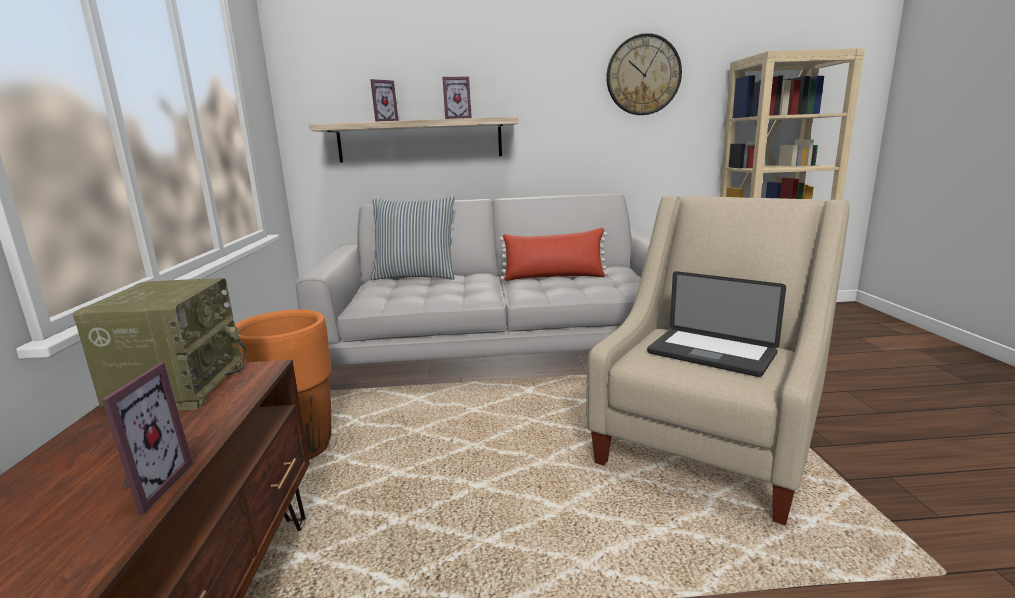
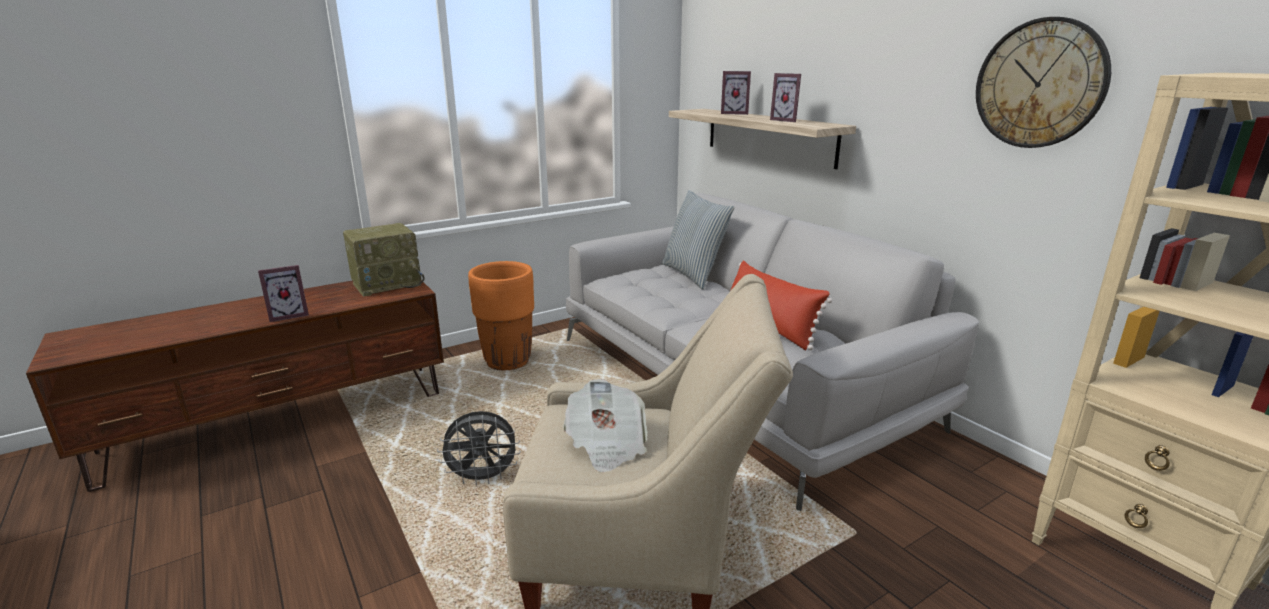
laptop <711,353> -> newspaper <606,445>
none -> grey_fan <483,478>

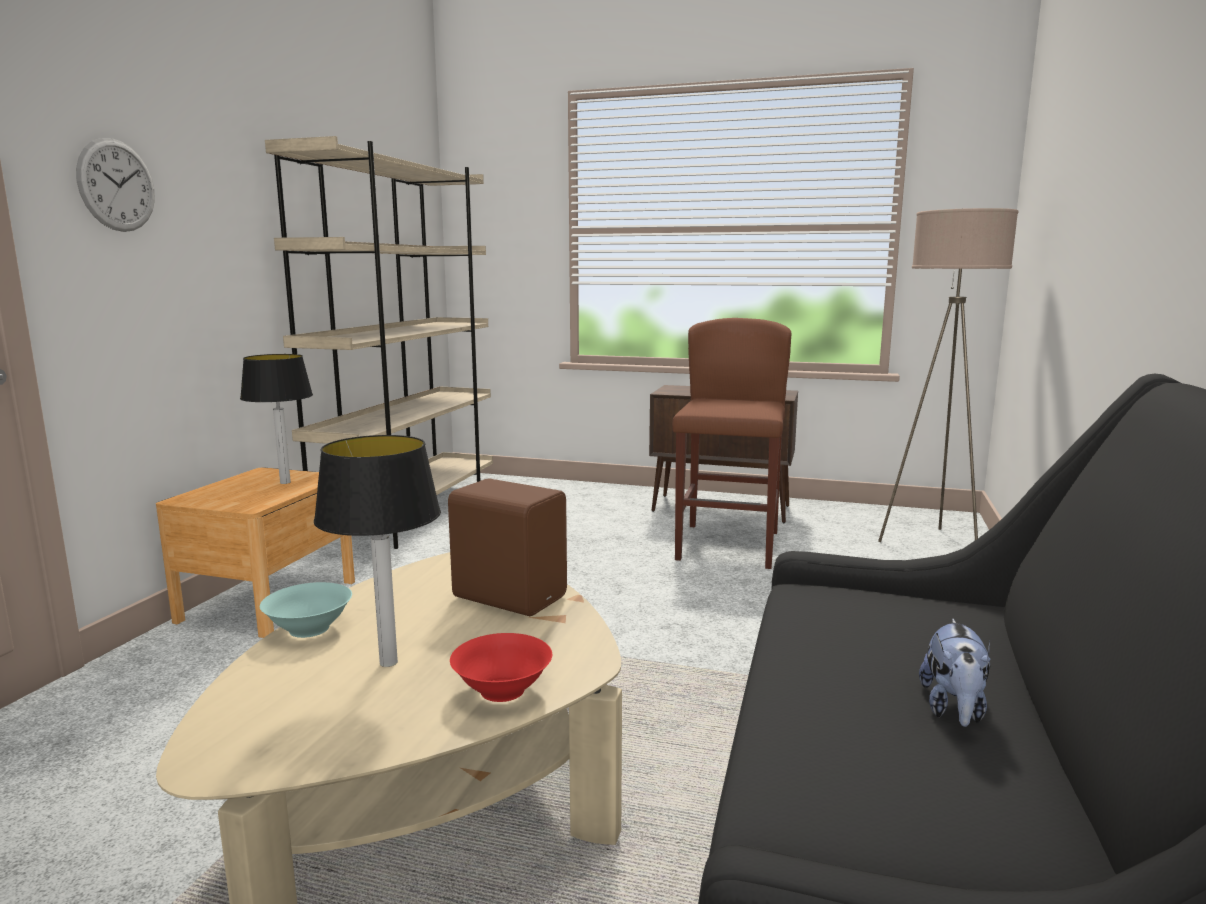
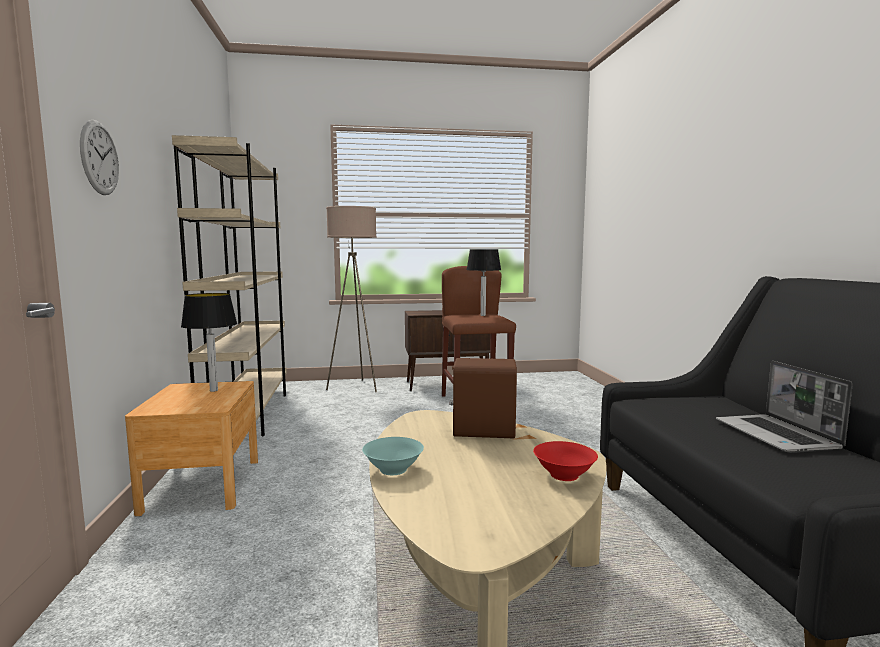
beige_floor_lamp <931,543> -> beige_floor_lamp <355,387>, move
table_lamp <389,662> -> table_lamp <483,315>, move
plush_toy <954,709> -> laptop <777,435>

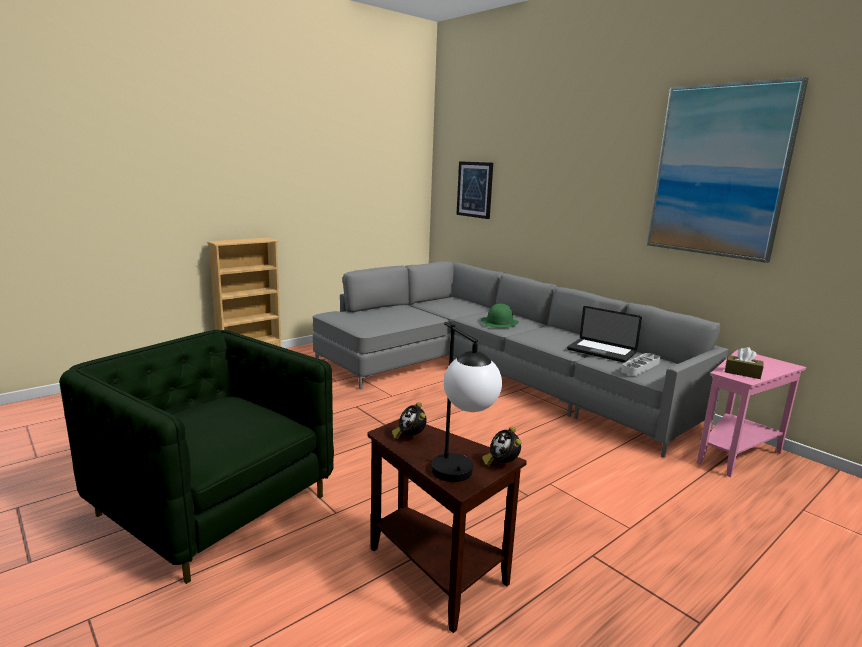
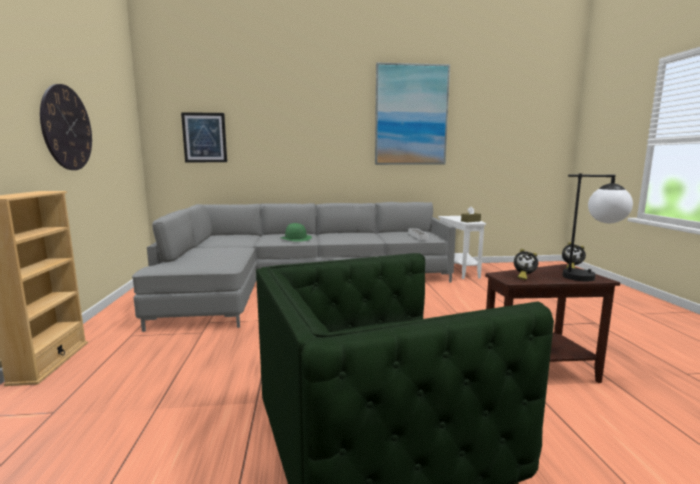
laptop <601,351> -> none
pink_side_table <735,453> -> white_side_table <460,270>
none -> wall_clock <67,128>

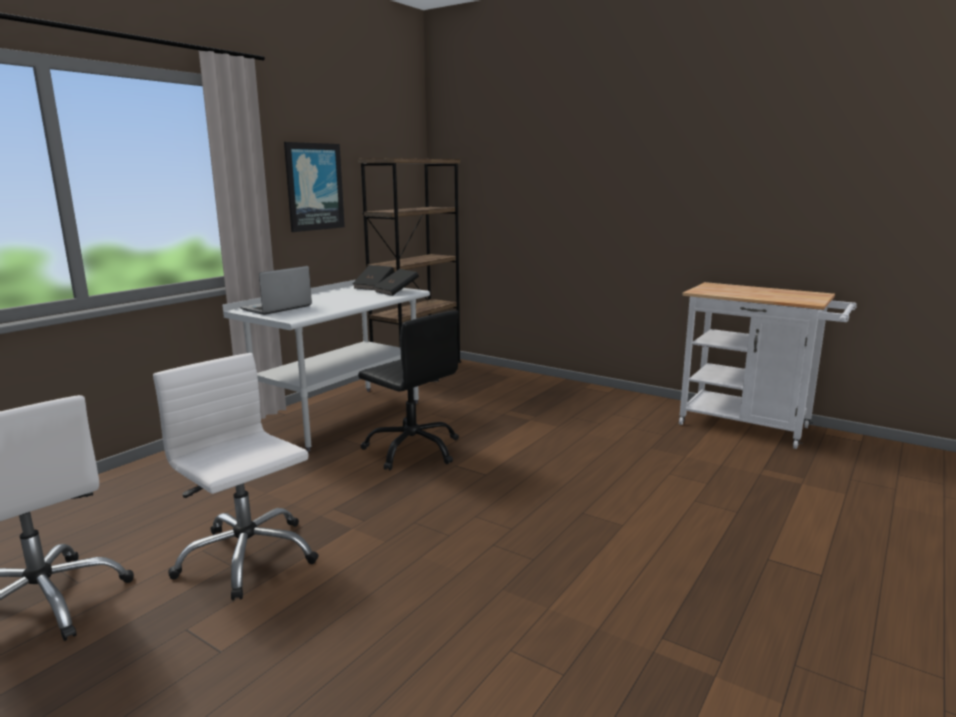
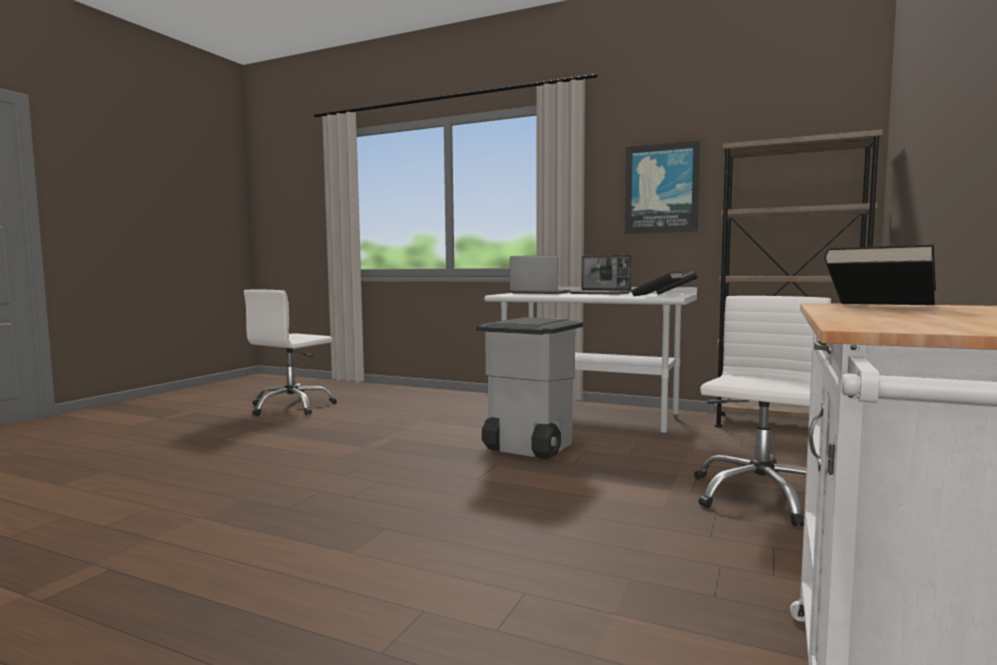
black_office_chair <413,449> -> grey_trash_can <527,447>
white_office_chair <247,557> -> white_office_chair <759,496>, move
none -> black_book <879,307>
none -> laptop <600,293>

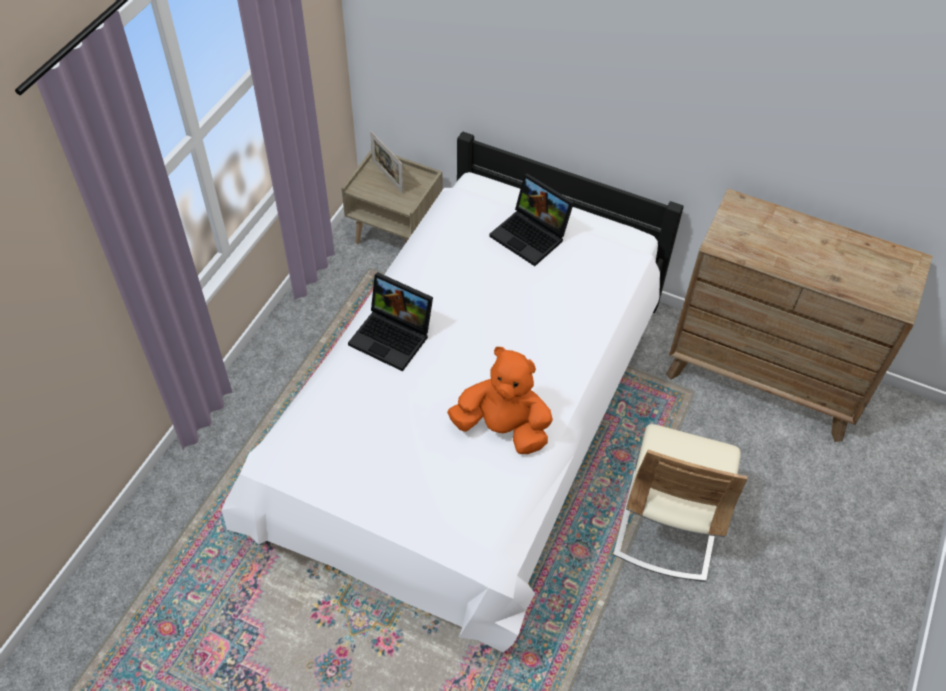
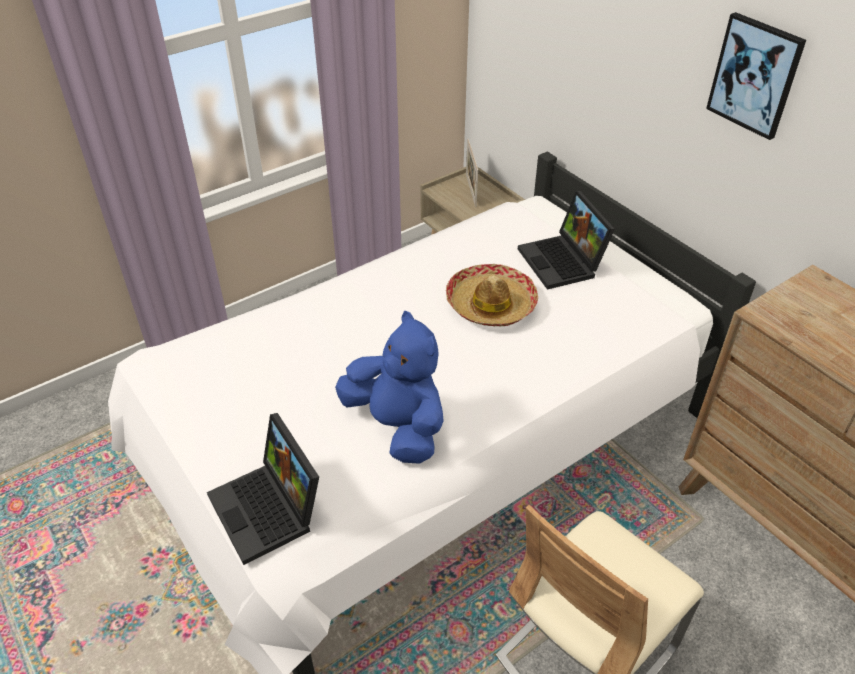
laptop <393,336> -> laptop <270,510>, move
orange_plush_toy <502,428> -> blue_plush_toy <397,426>
none -> picture <755,75>
none -> hat <490,304>

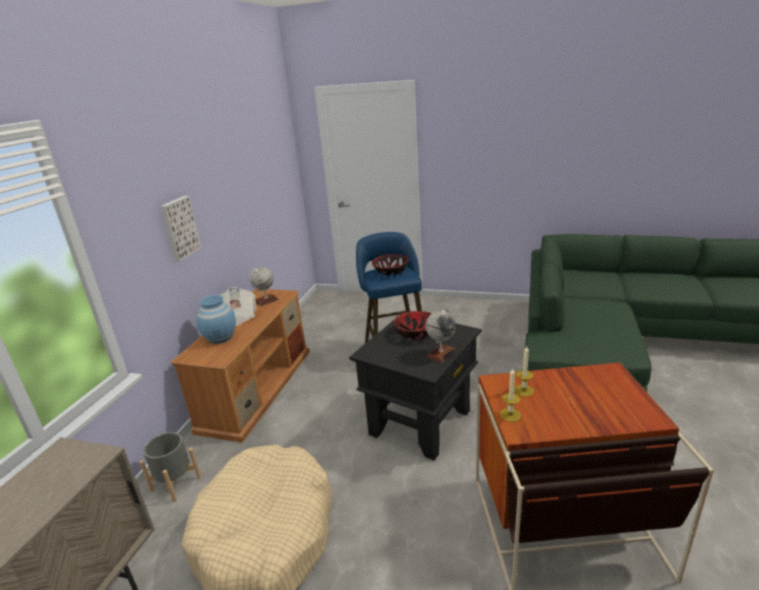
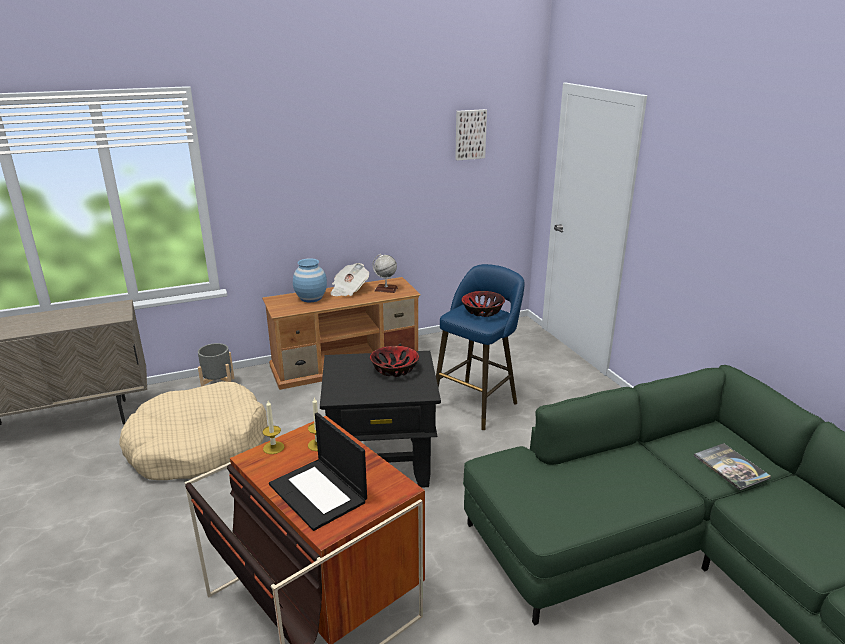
picture <179,228> -> picture <470,134>, move
globe <441,354> -> none
none -> laptop <319,493>
none -> book <731,467>

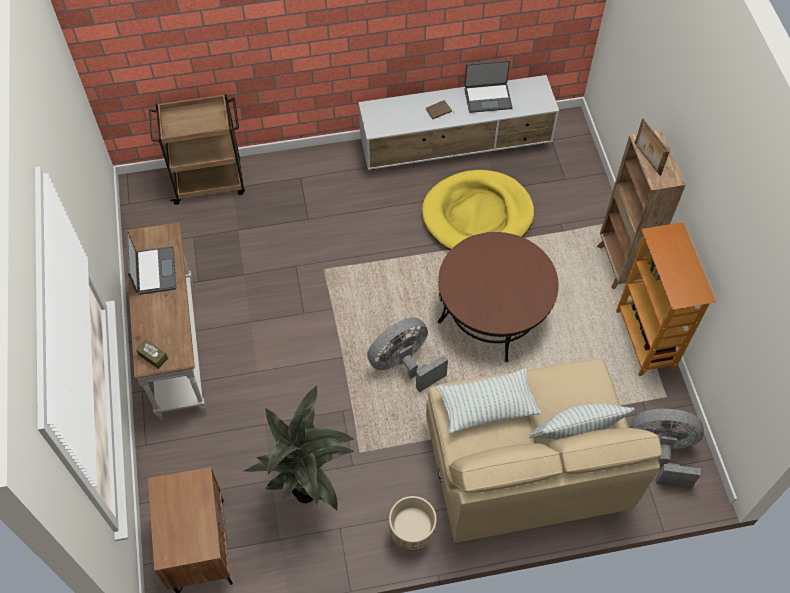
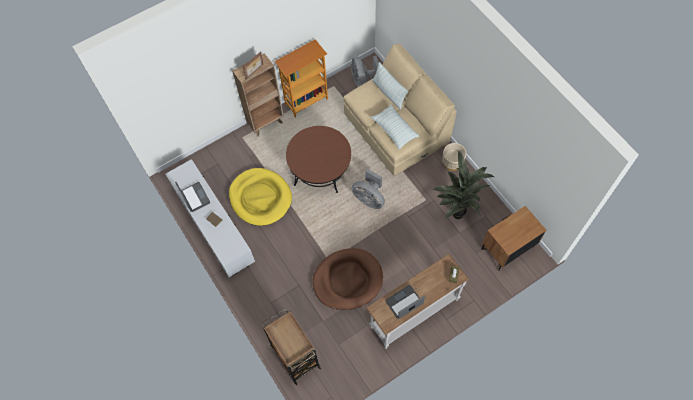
none -> brown_dog_bed <347,280>

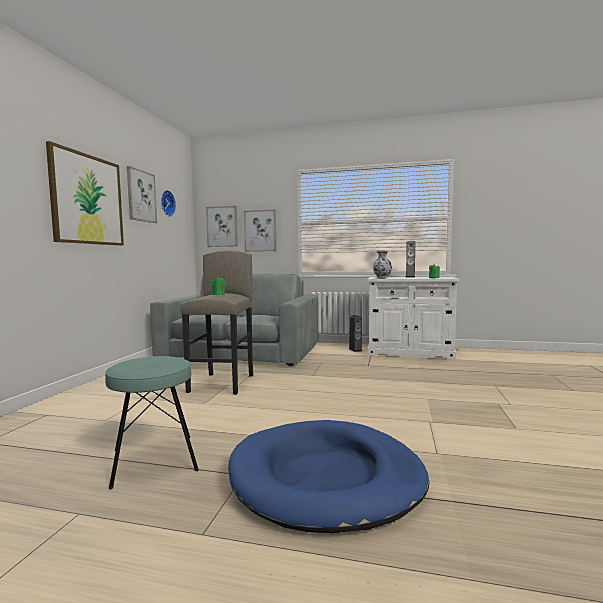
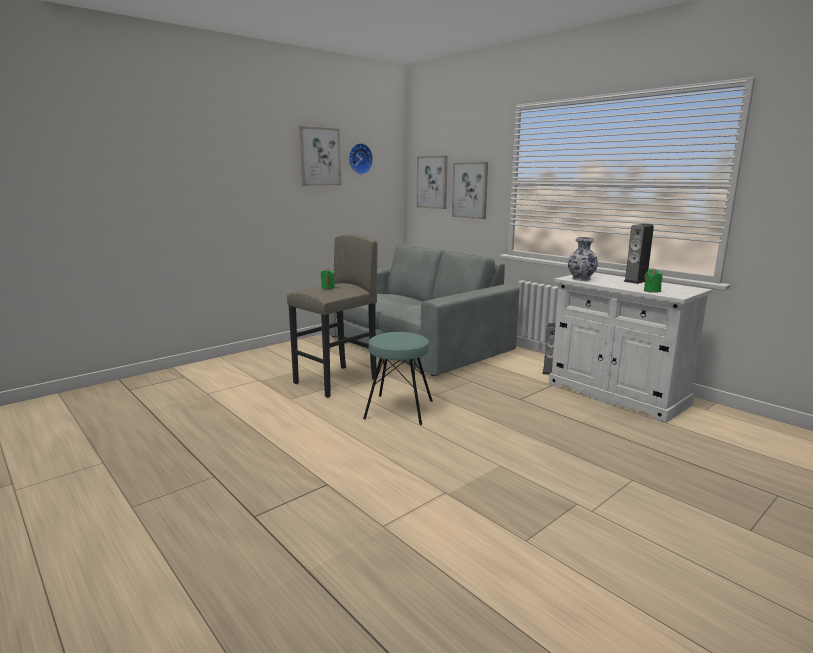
picture <87,199> -> none
turquoise_stool <154,460> -> turquoise_stool <399,409>, move
blue_dog_bed <326,478> -> none

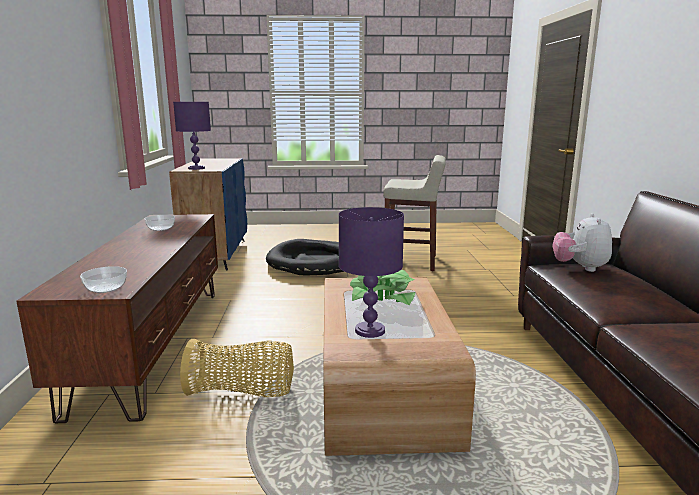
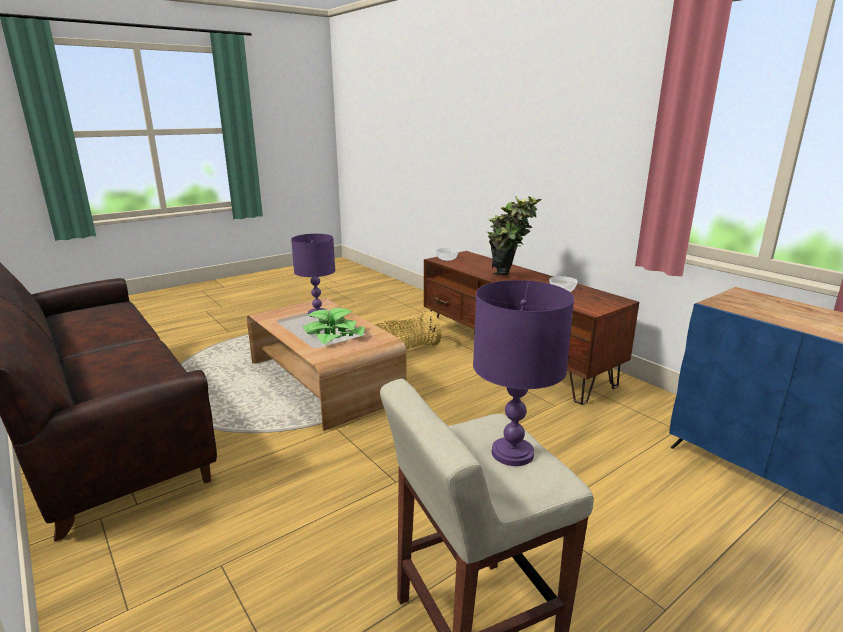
purple_table_lamp <196,168> -> purple_table_lamp <513,453>, move
plush_toy <580,268> -> none
black_dog_bed <315,262> -> none
none -> potted_plant <509,279>

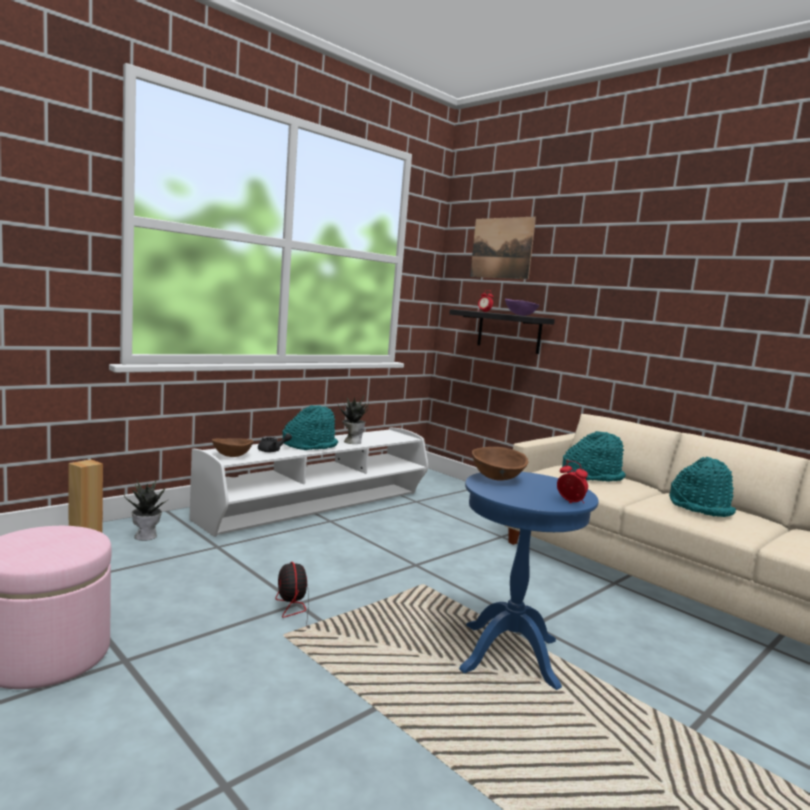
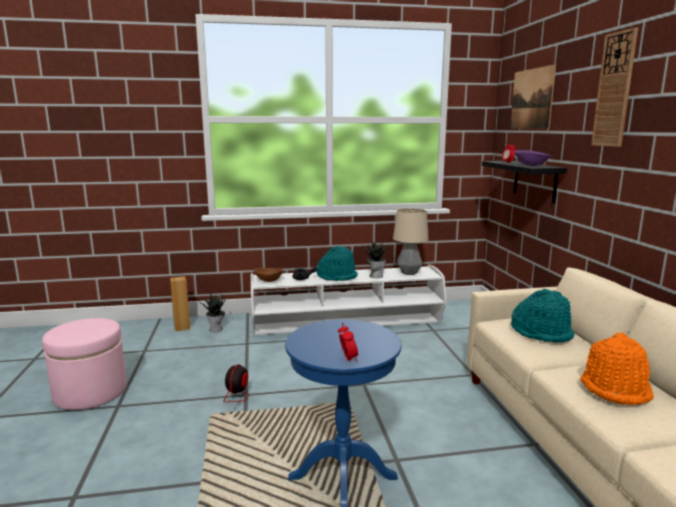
brown_bowl <497,478> -> none
turquoise_hat <701,507> -> orange_hat <615,388>
none -> wall_clock <614,90>
none -> table_lamp <409,273>

